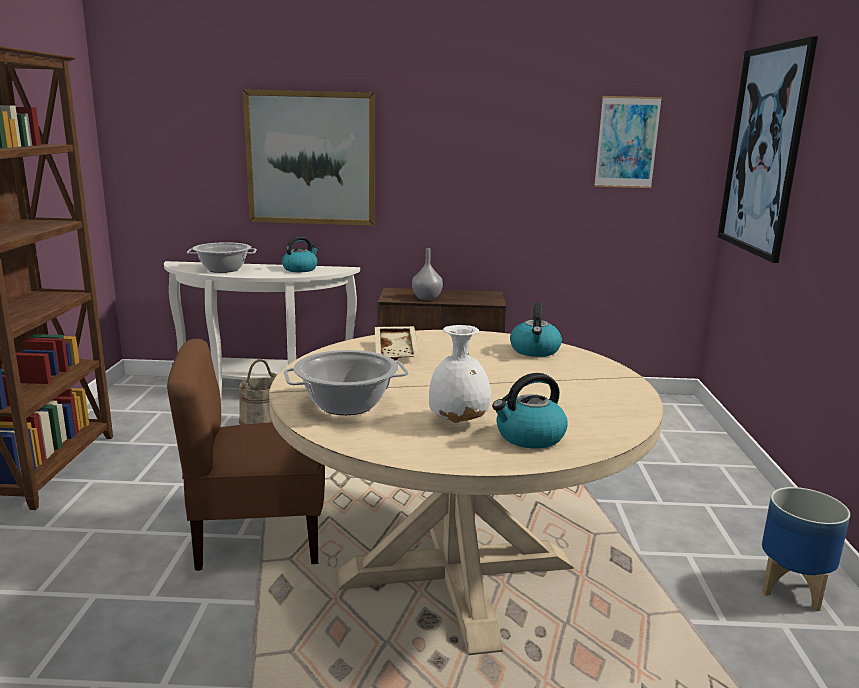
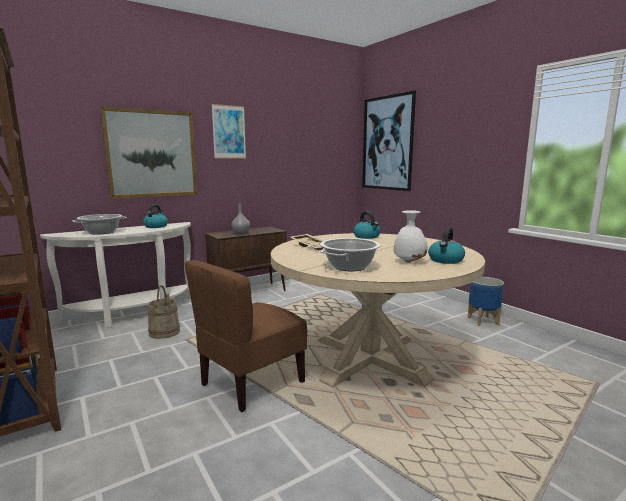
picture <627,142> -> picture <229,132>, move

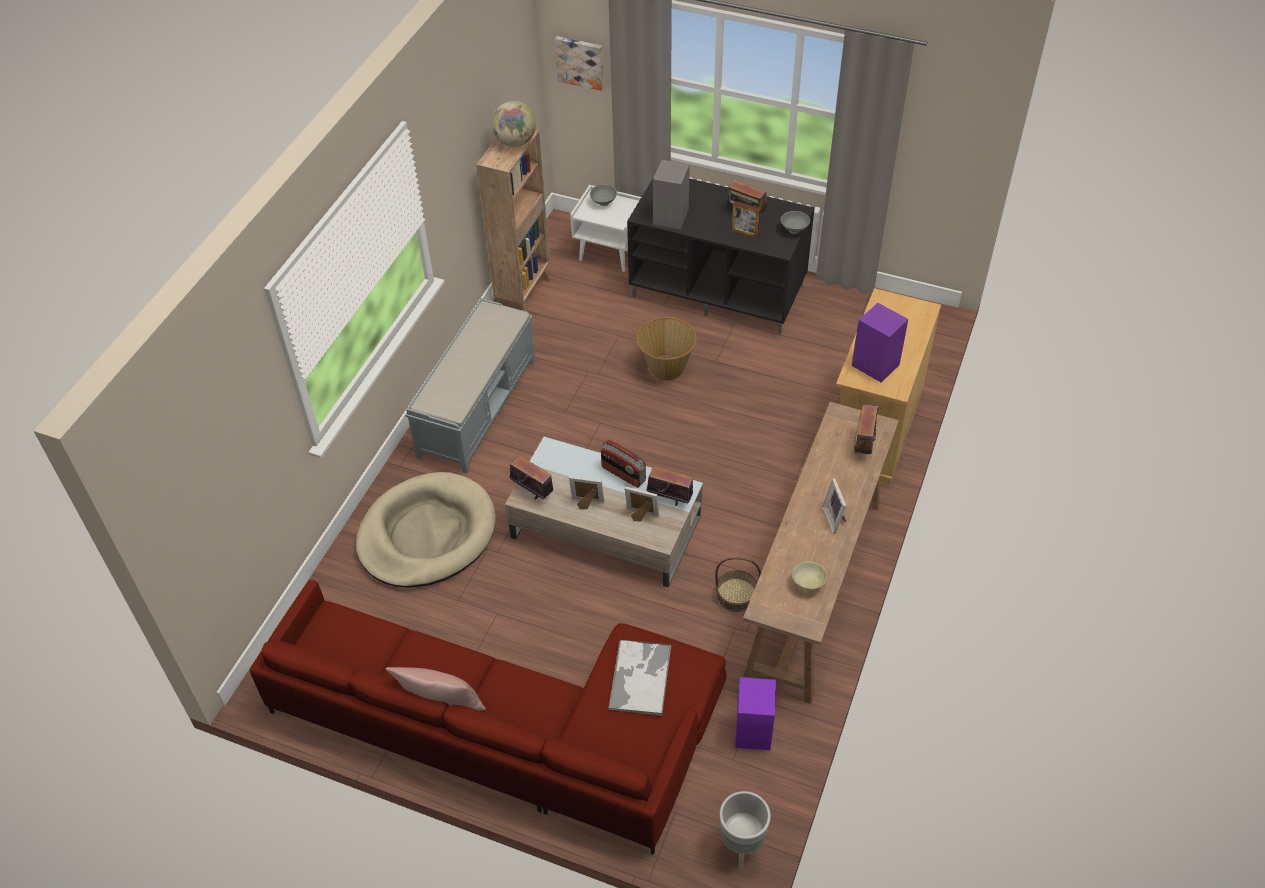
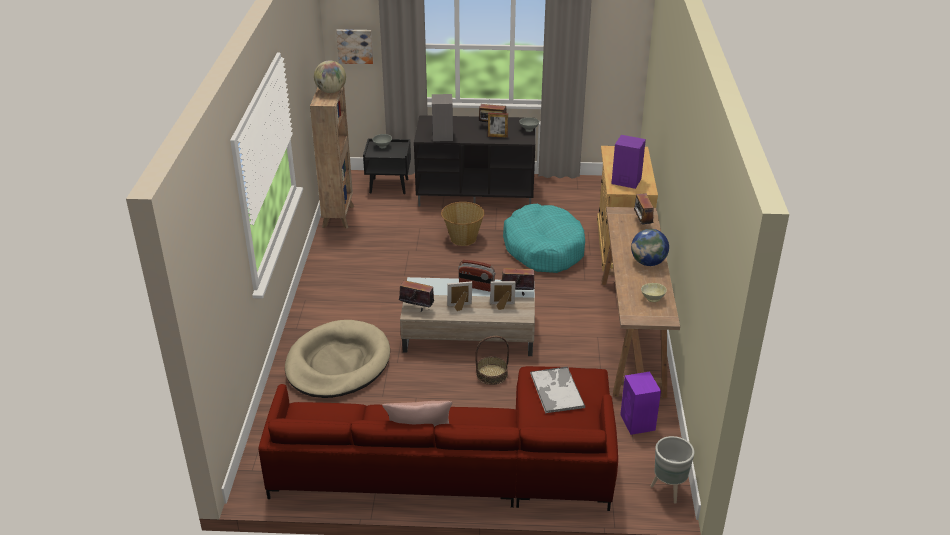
white_nightstand <610,253> -> black_nightstand <389,186>
grey_bench <478,407> -> none
picture_frame <835,518> -> globe <648,262>
basket <736,595> -> basket <492,374>, move
none -> turquoise_dog_bed <543,249>

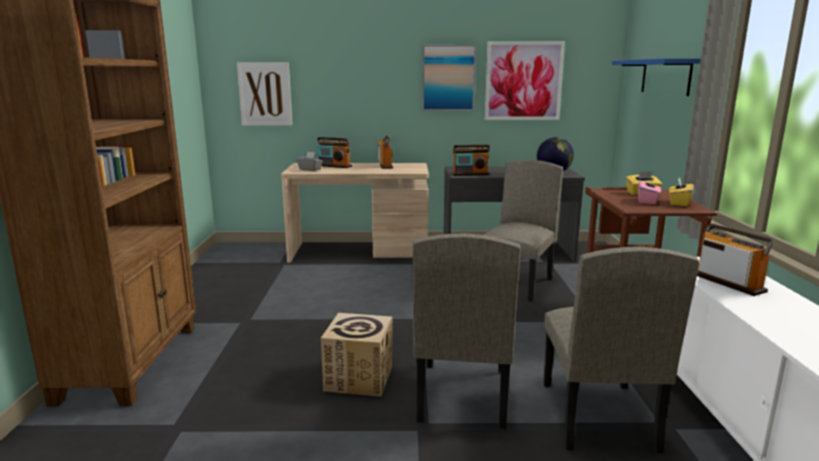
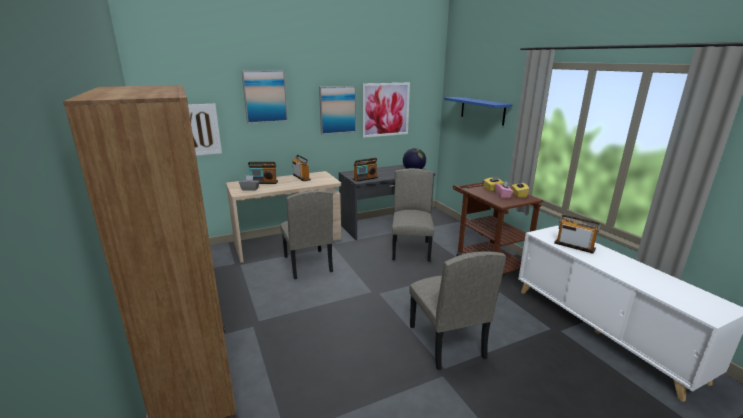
beige_chair <596,415> -> beige_chair <307,264>, move
cardboard_box <359,378> -> none
none -> picture <265,96>

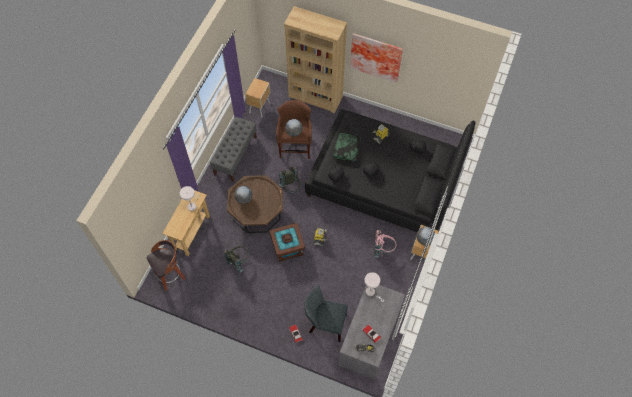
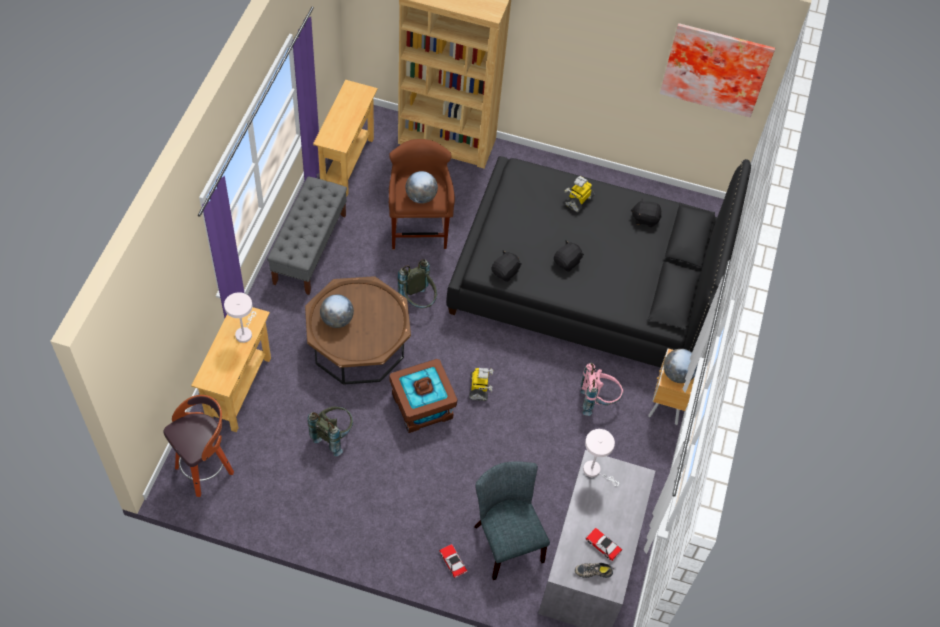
picture <376,56> -> picture <716,68>, move
brown_nightstand <260,107> -> beige_console_table <347,163>
pillow <346,149> -> none
grey_chair <325,323> -> grey_chair <505,539>, 60 degrees clockwise

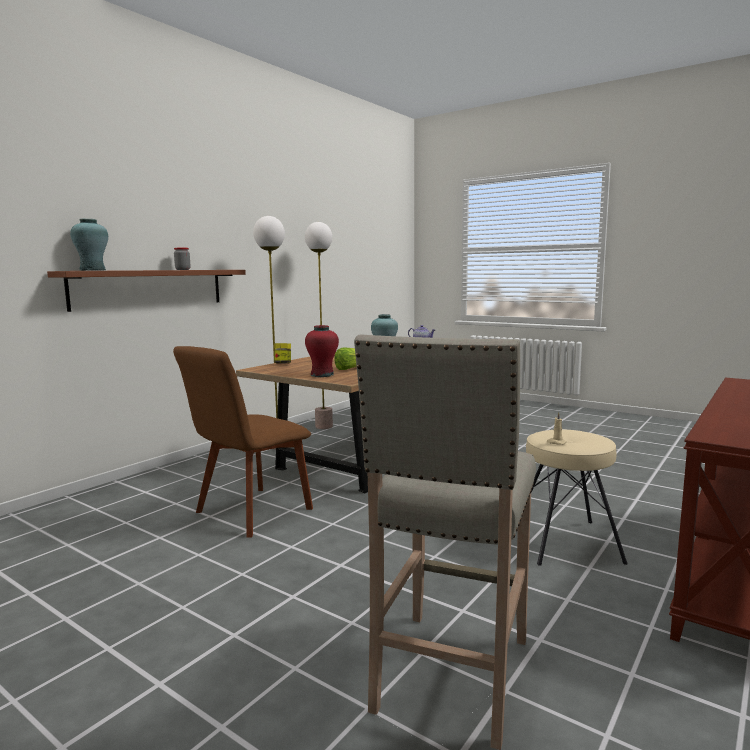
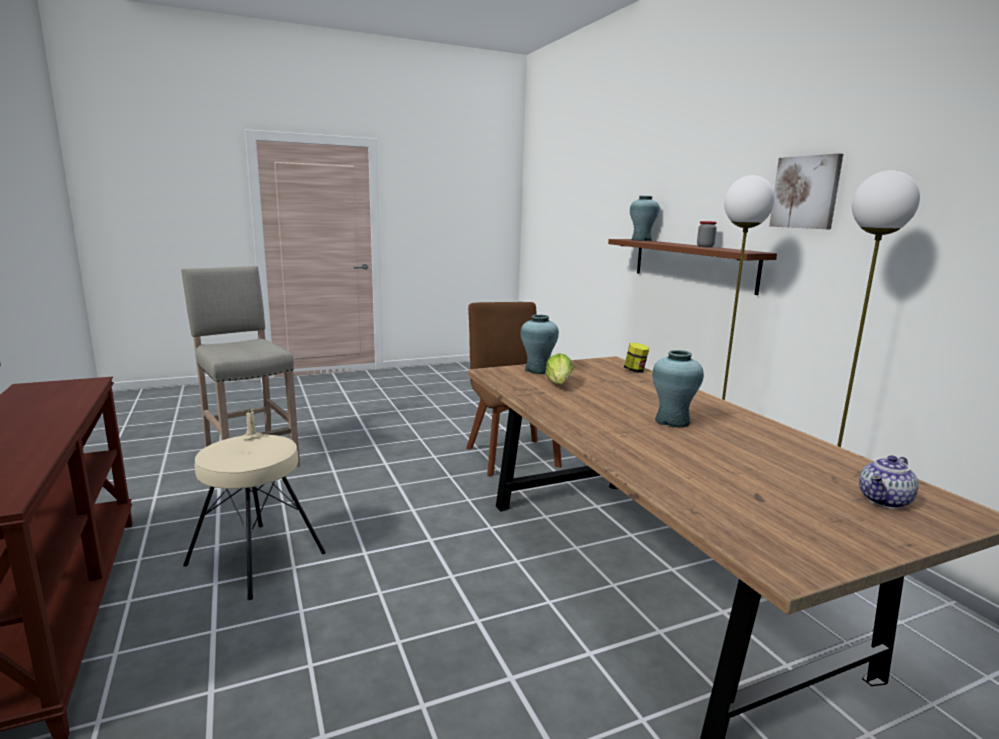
red_vase <322,375> -> turquoise_vase <538,370>
none -> picture <806,192>

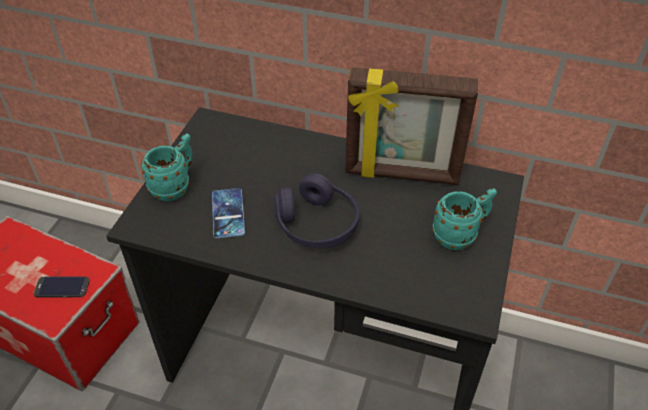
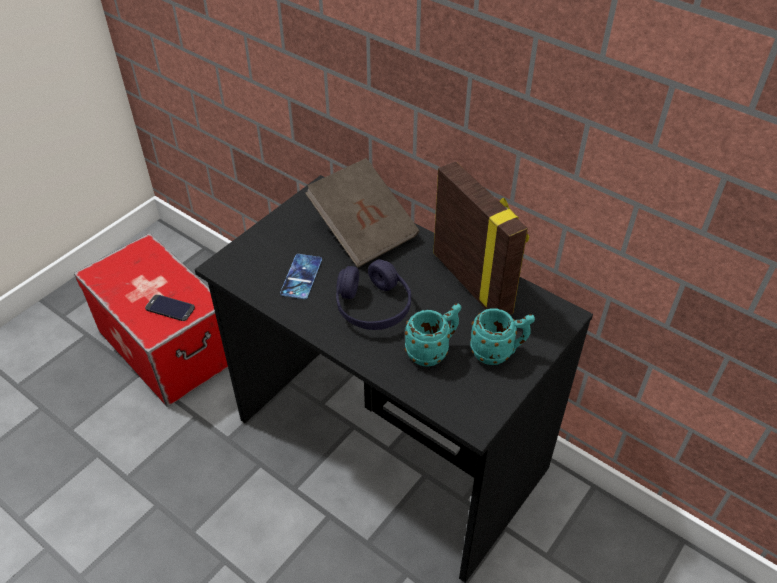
picture_frame <401,175> -> picture_frame <473,282>, 150 degrees counterclockwise
turquoise_mug <175,186> -> turquoise_mug <433,351>, move
none -> brown_book <363,230>

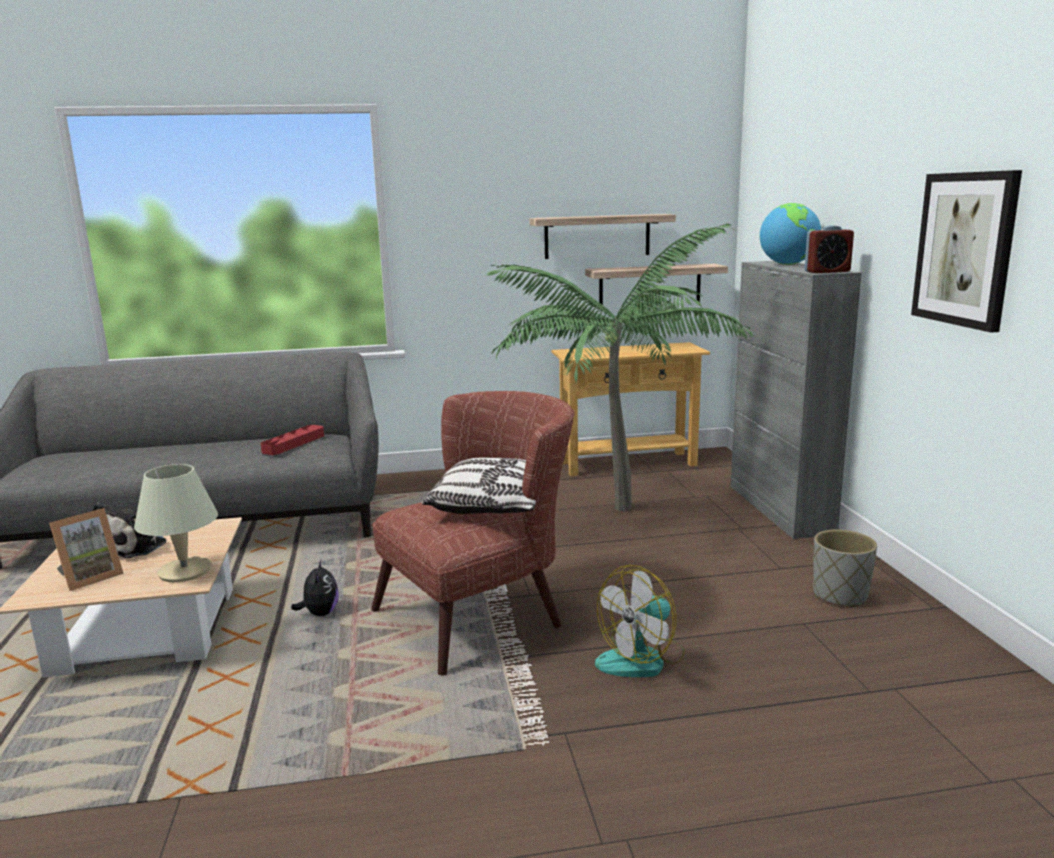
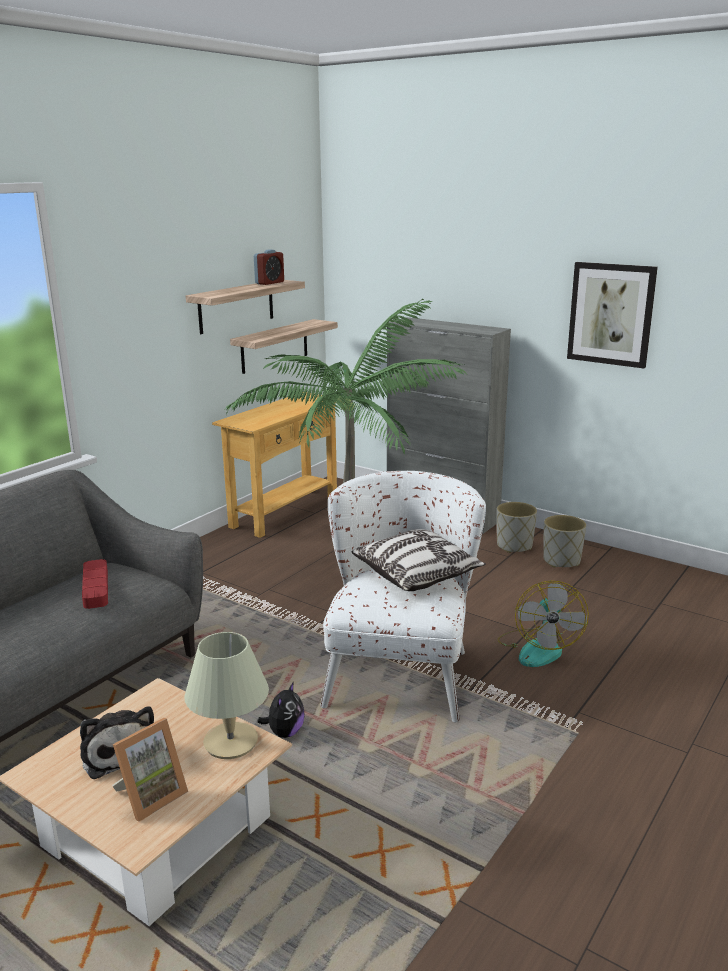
globe <788,264> -> none
alarm_clock <827,271> -> alarm_clock <269,283>, move
brown_armchair <484,613> -> white_armchair <401,668>
picture_frame <90,577> -> picture_frame <150,796>, 45 degrees clockwise
plush_toy <320,613> -> plush_toy <285,732>, 75 degrees clockwise
none -> grey_planter <514,546>

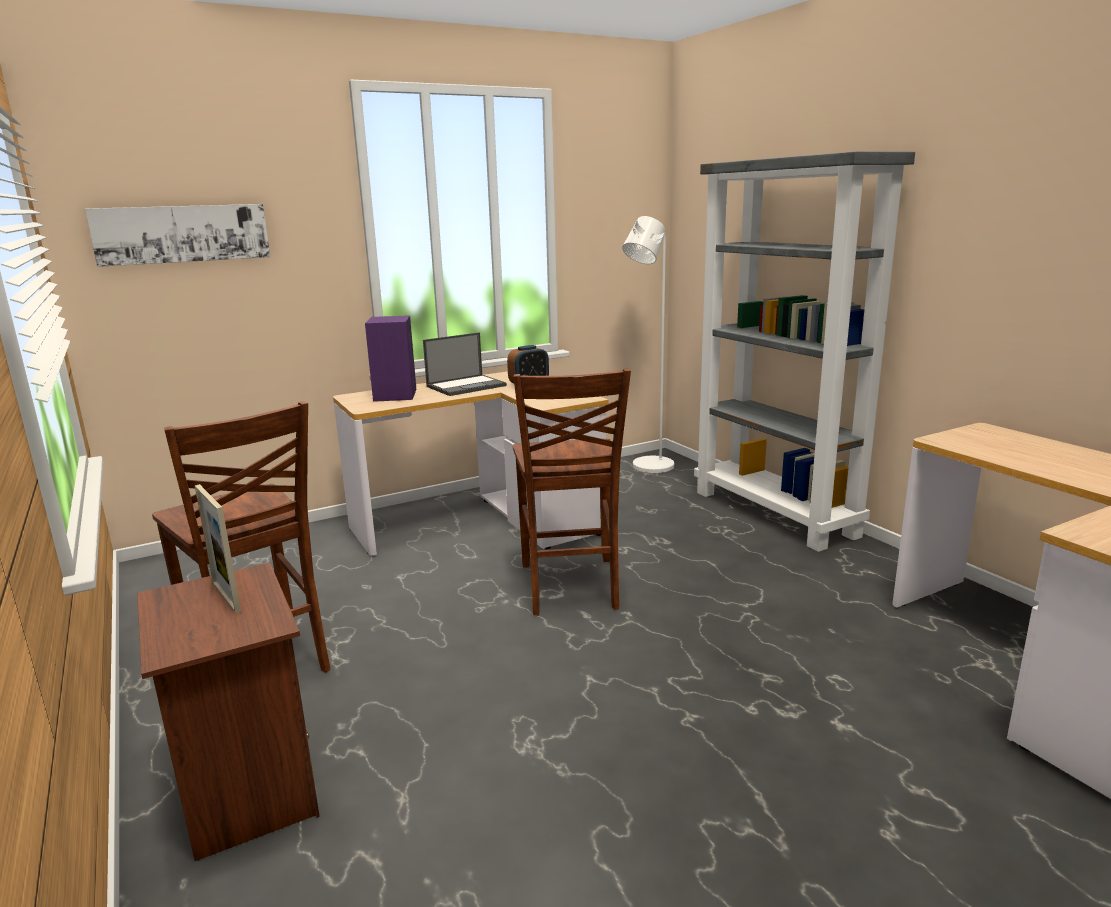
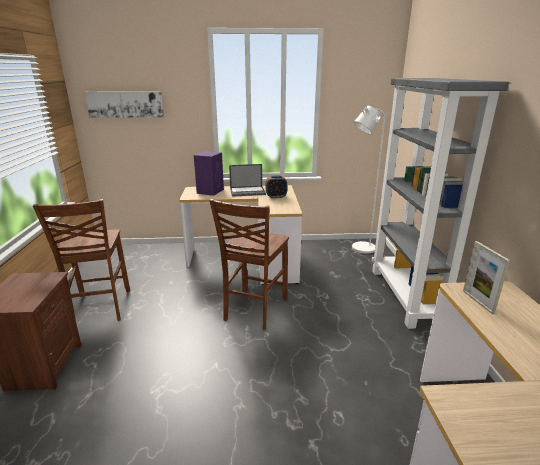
picture_frame <226,597> -> picture_frame <478,302>, move

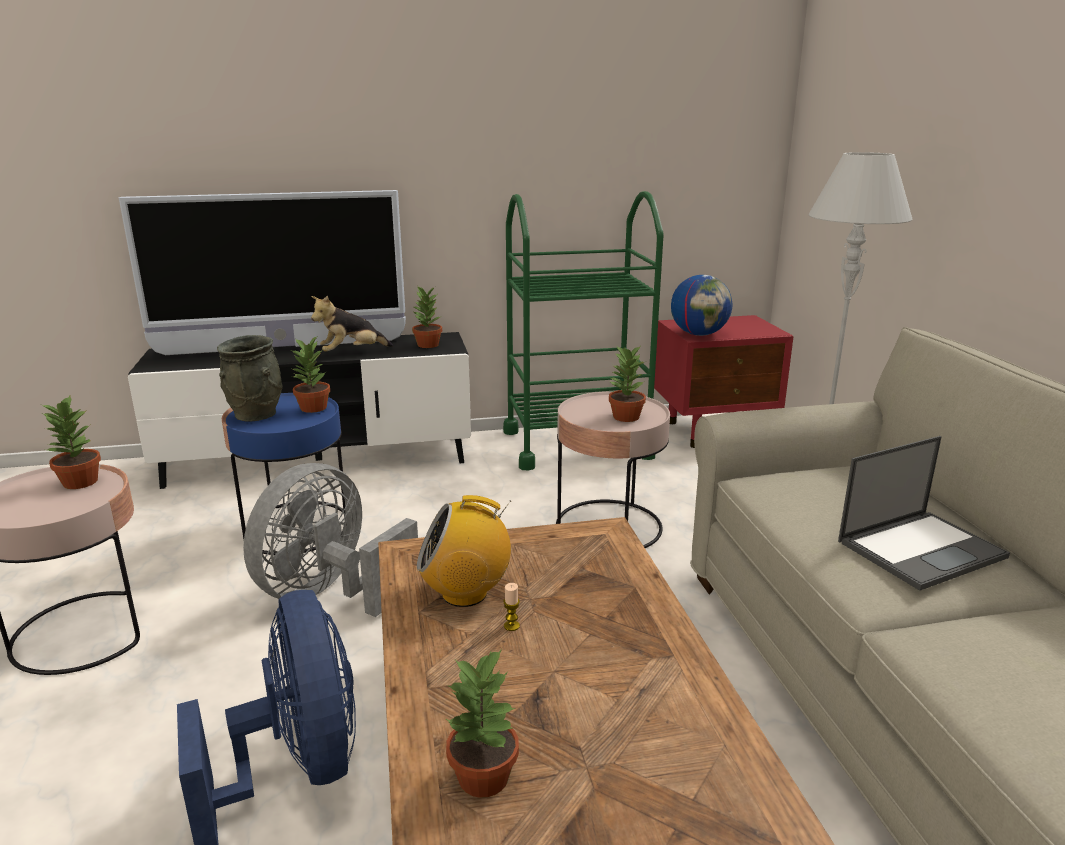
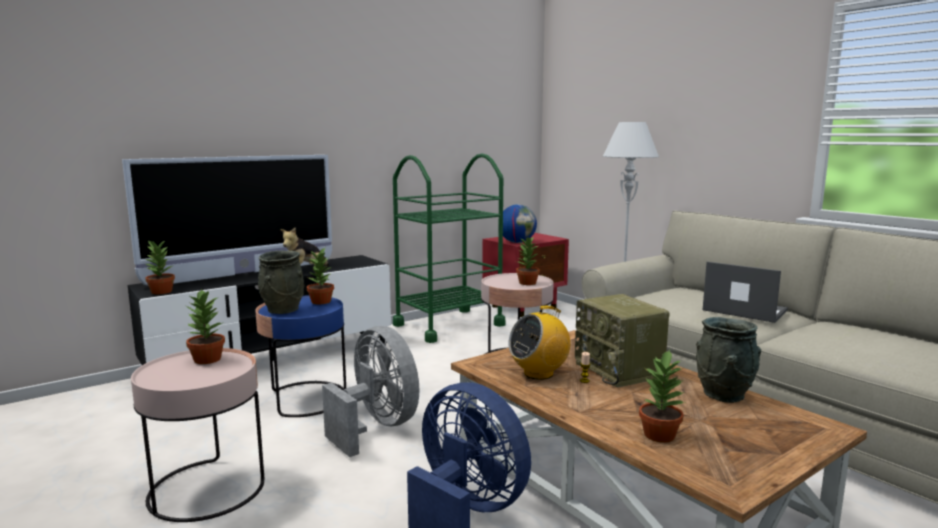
potted_plant <427,345> -> potted_plant <161,292>, move
laptop <921,548> -> laptop <743,310>, 90 degrees counterclockwise
grey_fan <330,593> -> grey_fan <376,427>, 135 degrees clockwise
none -> radio <620,370>
none -> grey_vase <724,394>

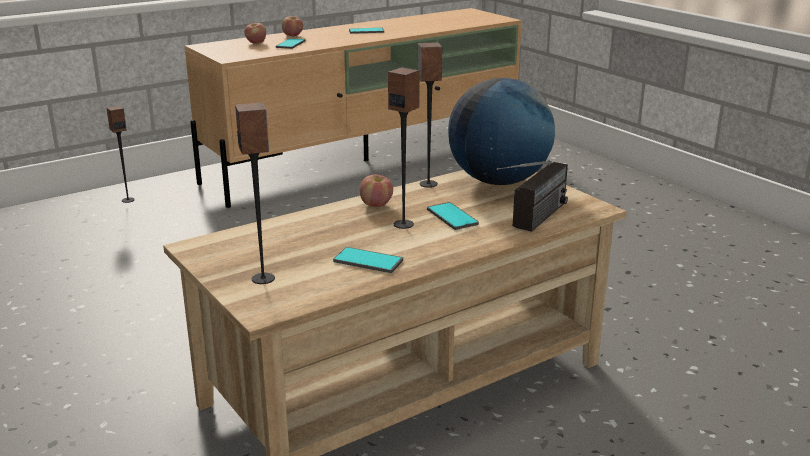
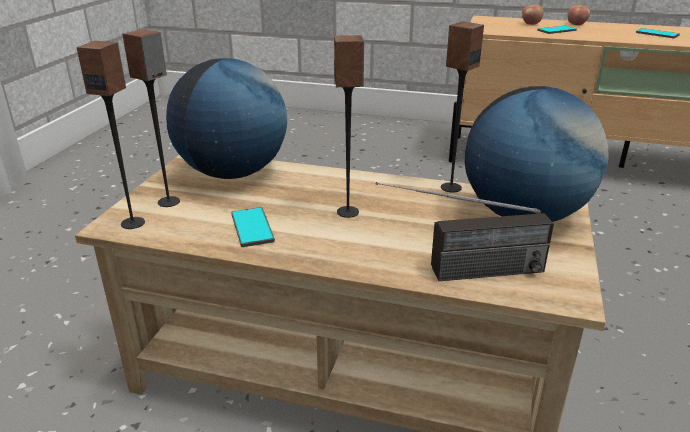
speaker <128,200> -> speaker <133,223>, move
apple <376,204> -> none
phone <452,217> -> none
none -> globe <233,173>

